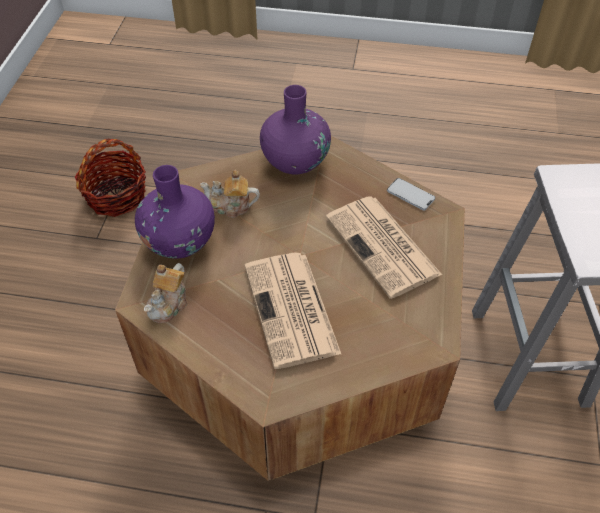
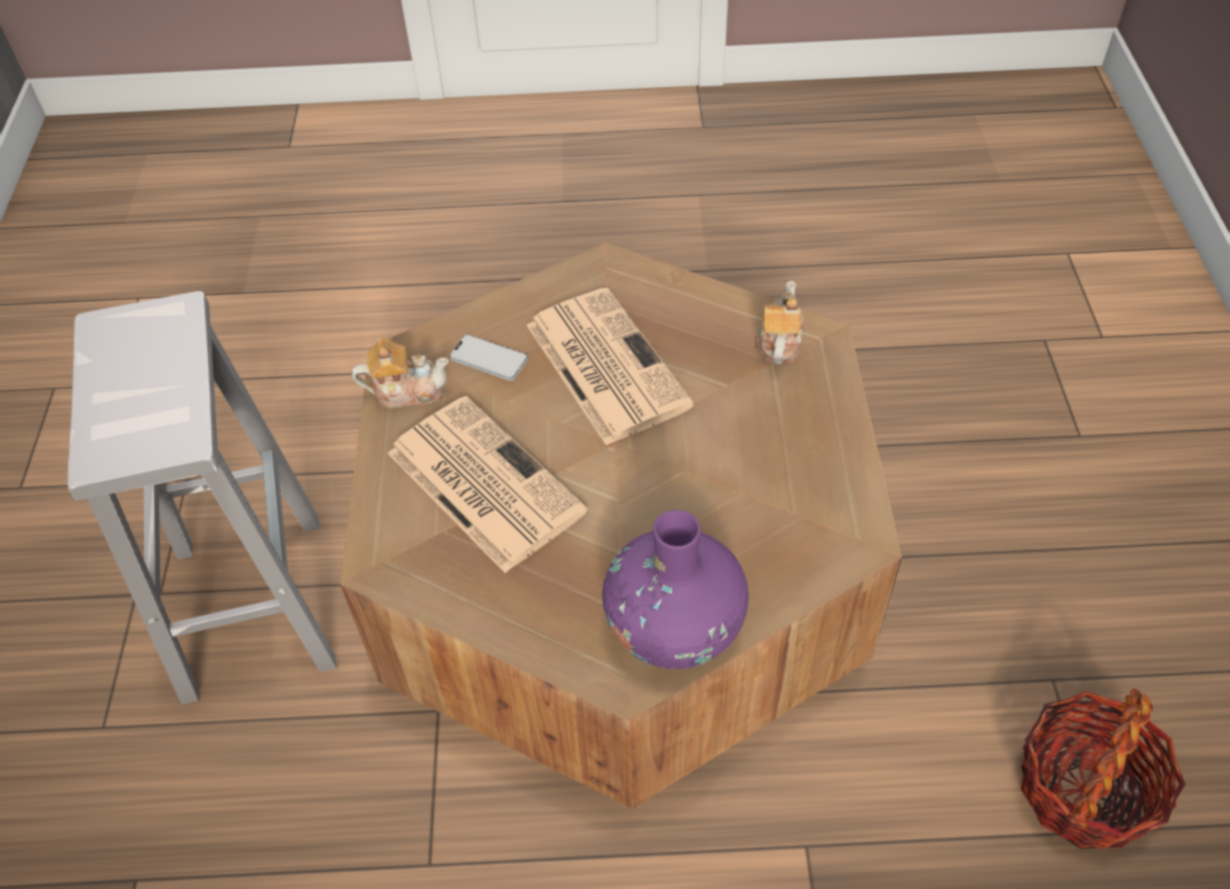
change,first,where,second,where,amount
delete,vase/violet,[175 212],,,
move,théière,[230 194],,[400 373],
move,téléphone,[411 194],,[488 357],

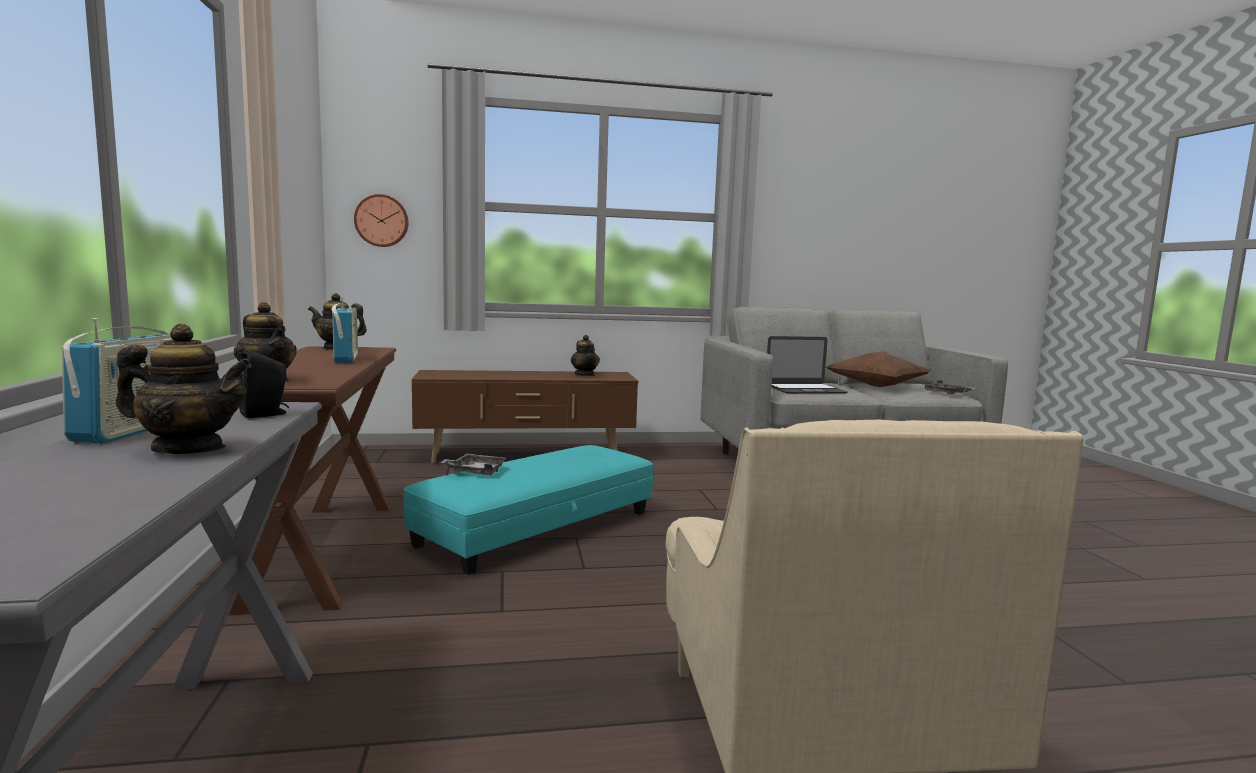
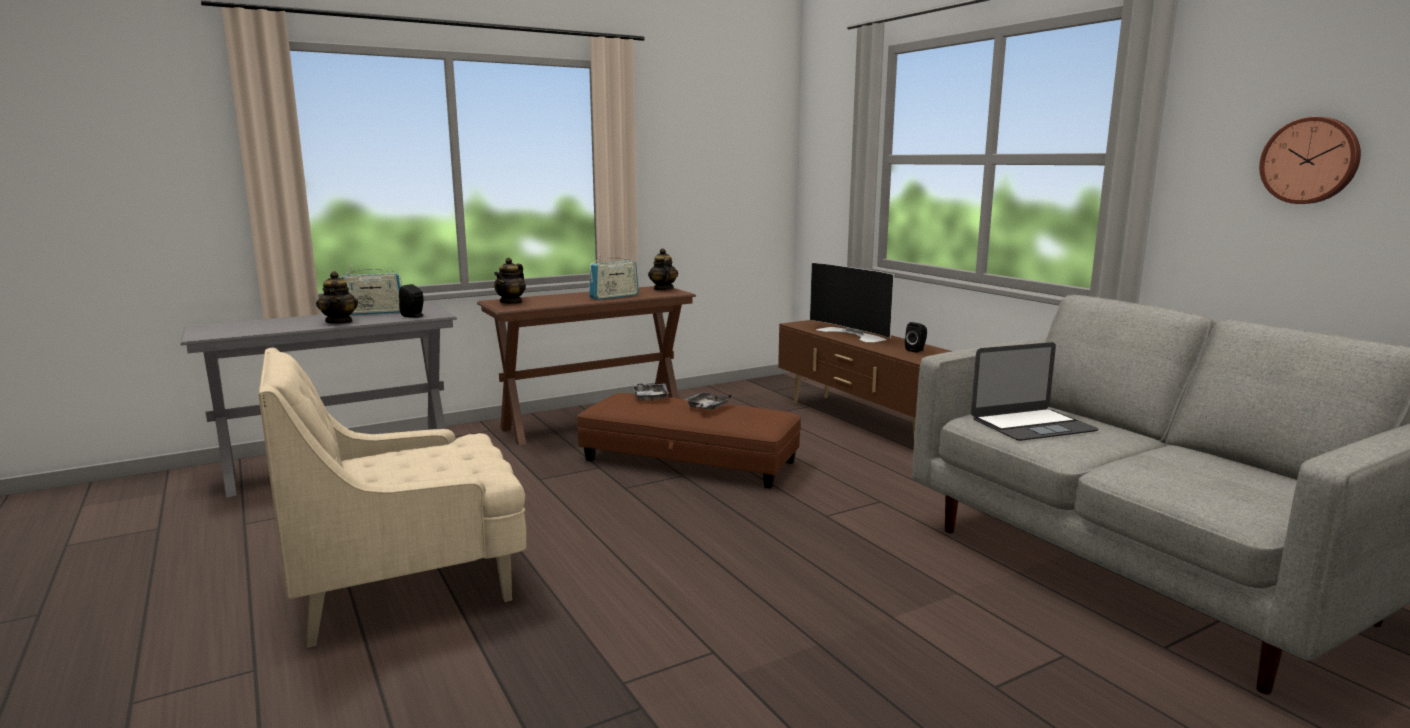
change,first,where,second,where,amount
delete,coussin/marron,[878 369],,,
insert,,,téléviseur,[852 302],
move,horloge murale,[381 220],,[1310 160],
move,plateau/gris,[949 387],,[708 401],
replace,théière,[585 355],enceinte/noir,[916 337],
recolor,pouf/turquoise,[528 510],pouf/marron,[689 441],
rotate,ordinateur portable,[807 365],,[1035 391],75 degrees counterclockwise

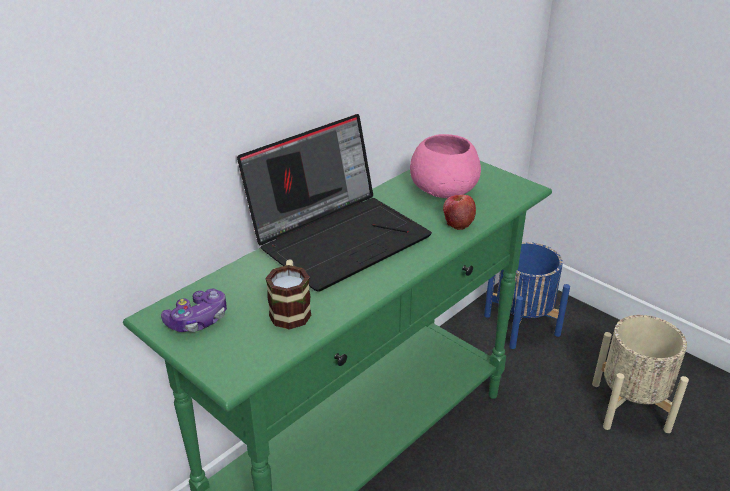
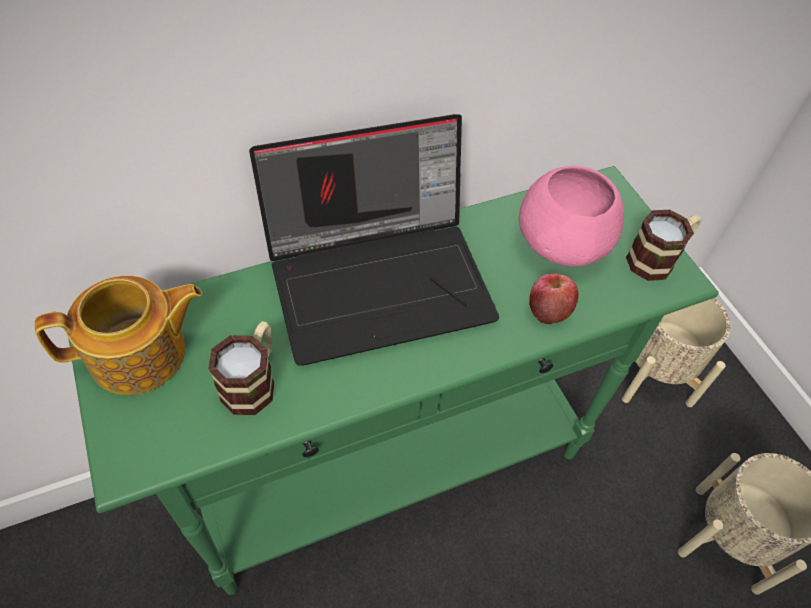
change,first,where,second,where,amount
insert,,,mug,[663 245],
replace,manette,[194 310],théière,[118 335],
recolor,cache-pot/bleu,[527 295],cache-pot/beige,[676 352],

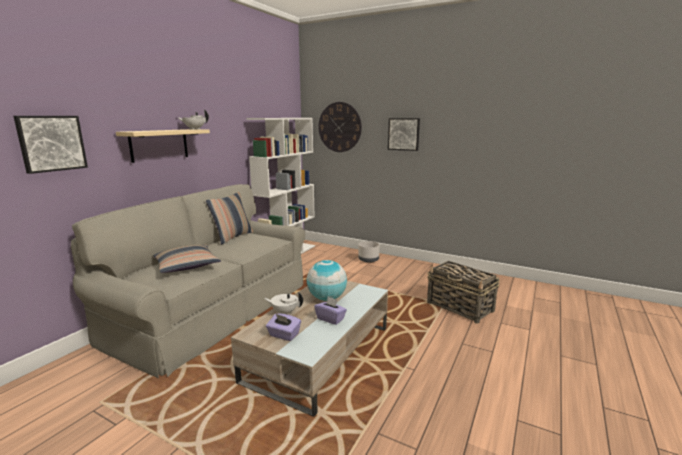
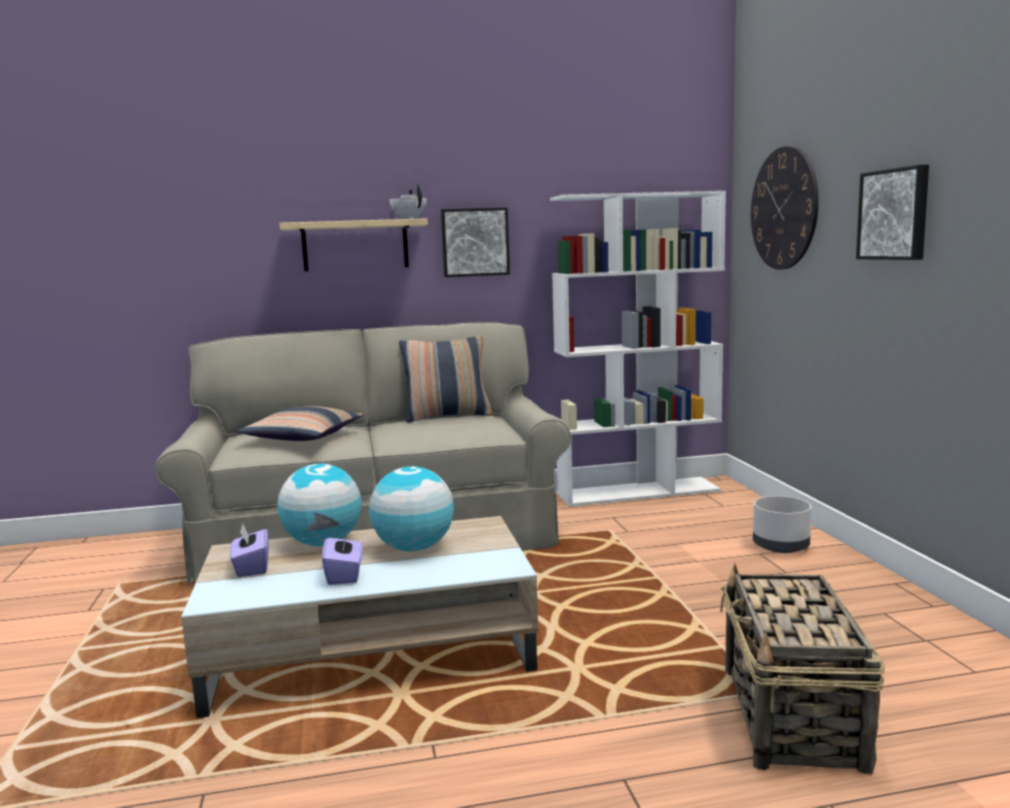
change,first,where,second,where,amount
move,tableau,[51 145],,[475 242],
replace,théière/blanc,[283 303],globe,[319 505],

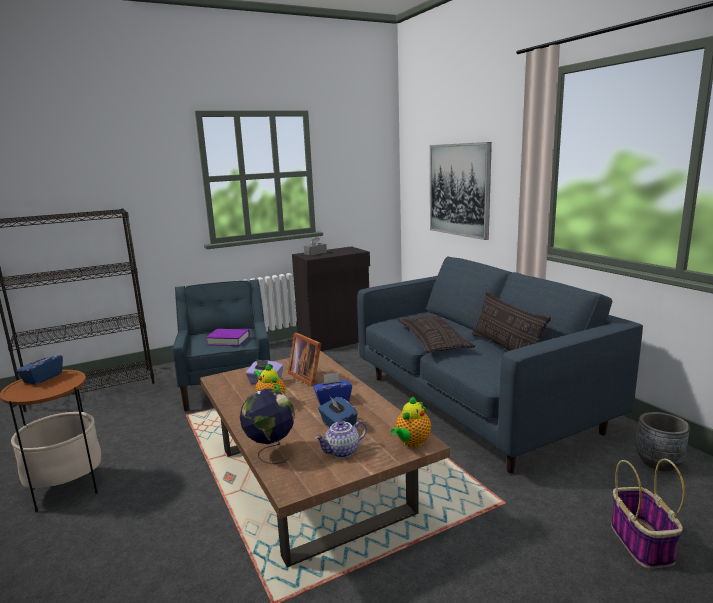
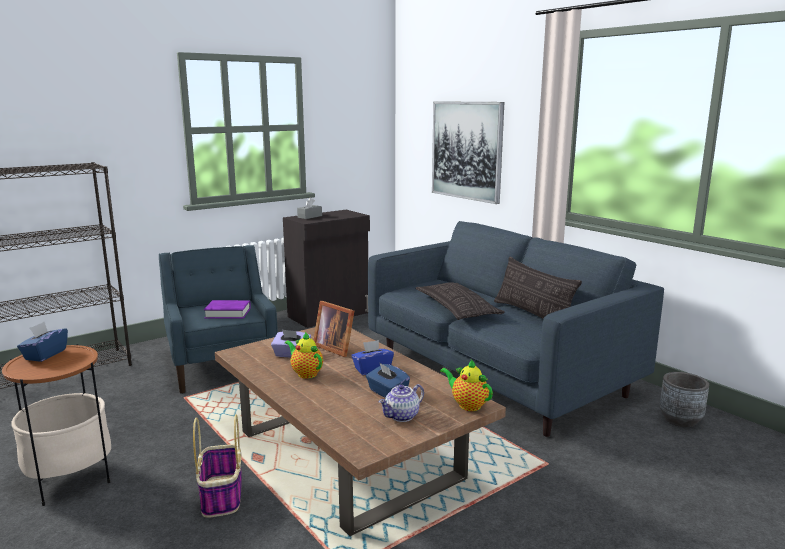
change,first,where,second,where,amount
delete,globe,[267 426],,,
move,panier,[648 514],,[217 466],
rotate,théière,[411 421],,[466 385],105 degrees clockwise

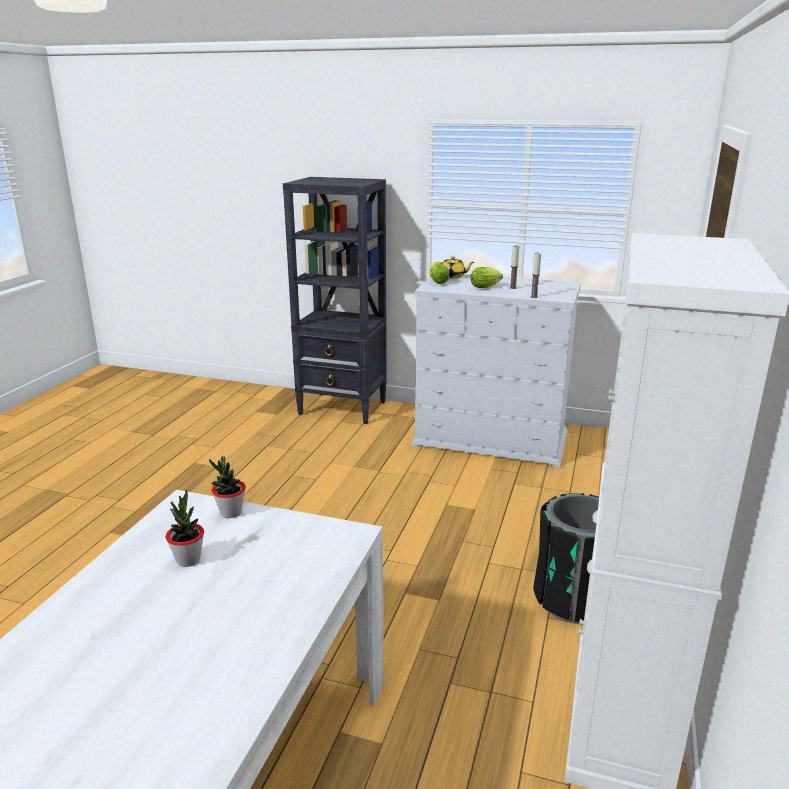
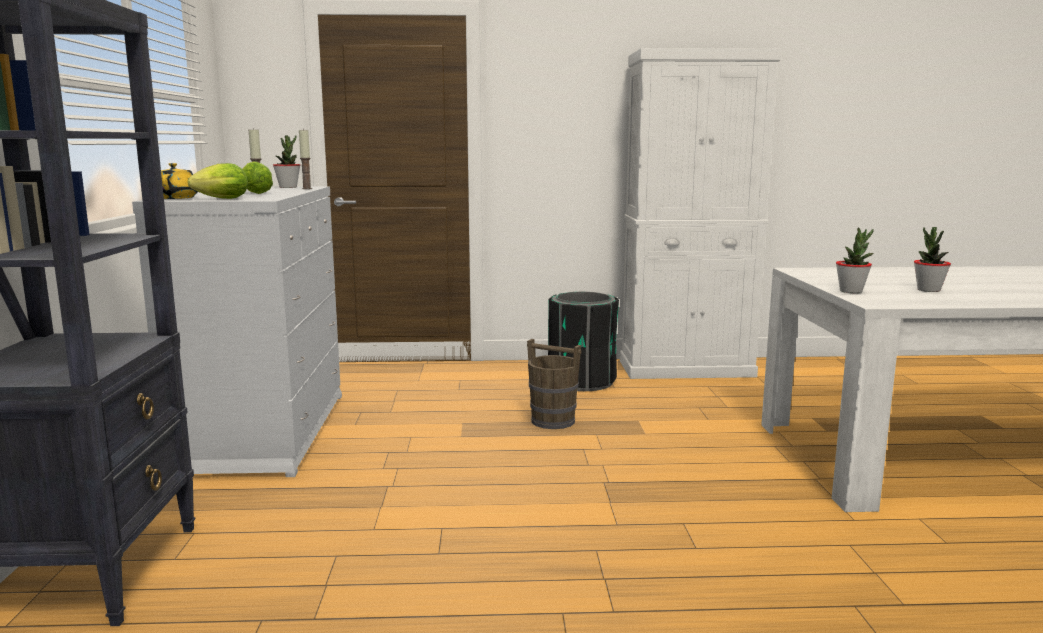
change,first,where,second,where,amount
insert,,,plante en pot,[286 161],
insert,,,seau/marron,[554 384],

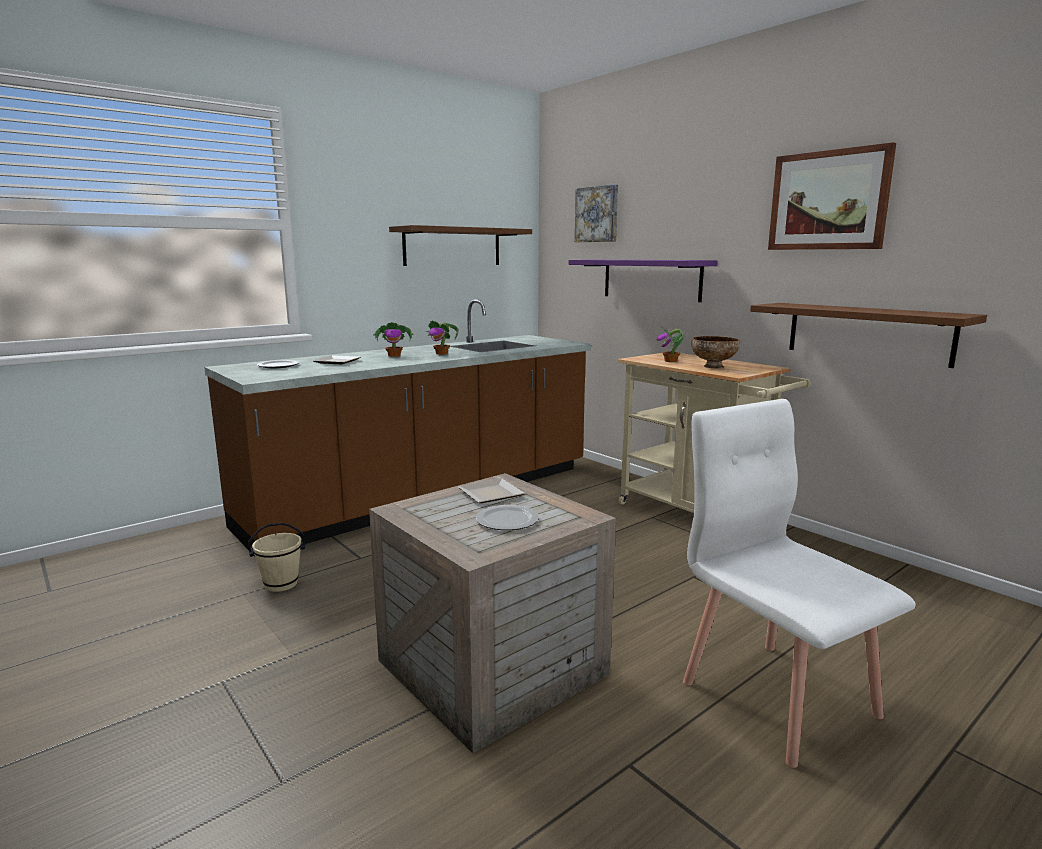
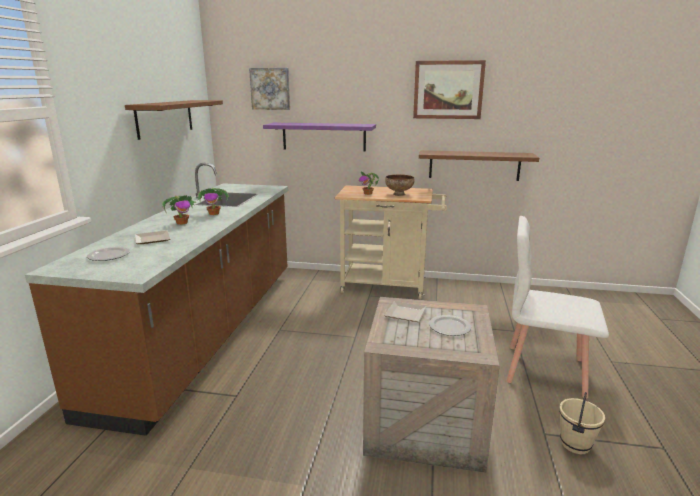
change,first,where,second,where,amount
move,seau/beige,[277 557],,[582 423],

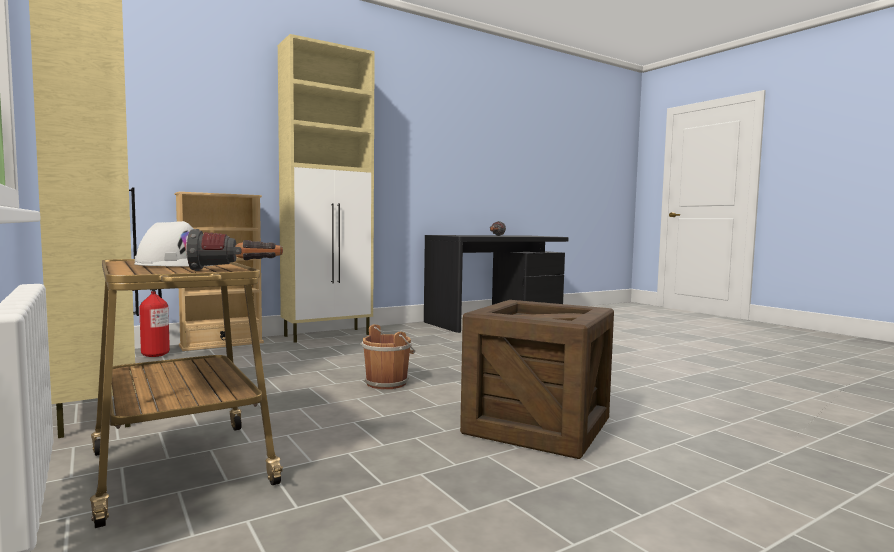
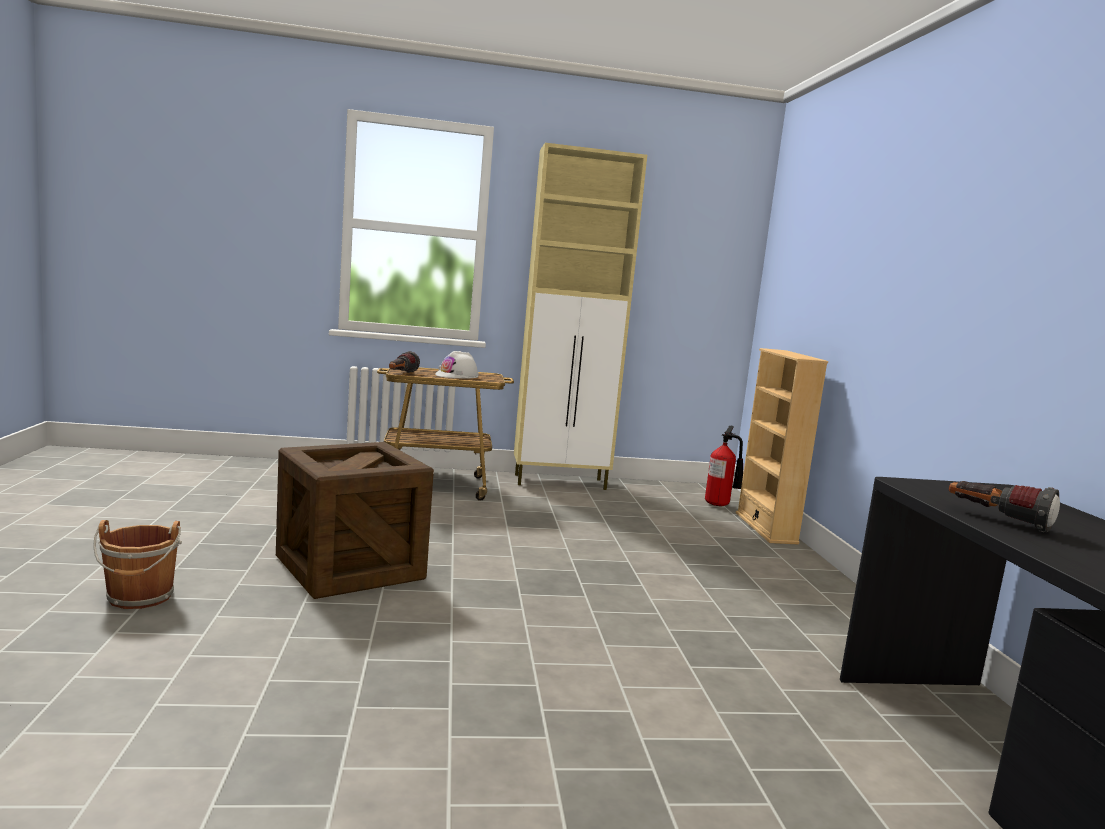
change,first,where,second,where,amount
delete,meuble de rangement/beige,[326 188],,,
move,seau/marron,[387 356],,[137 564],

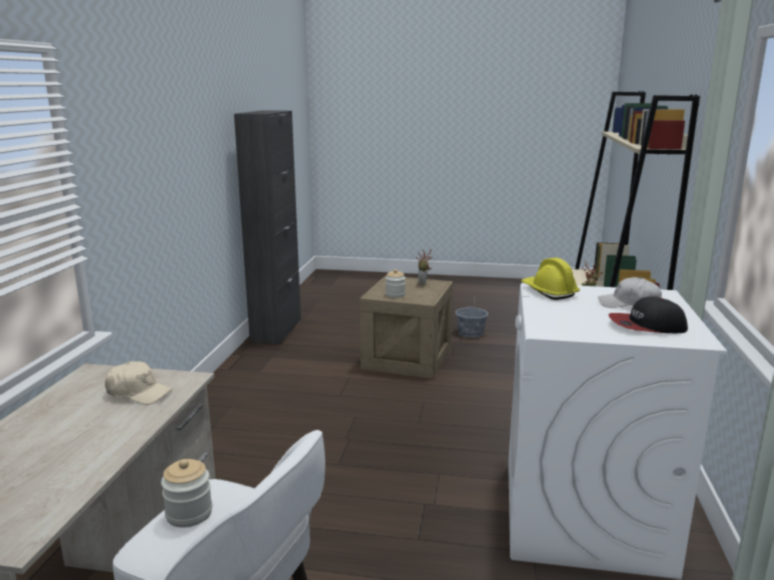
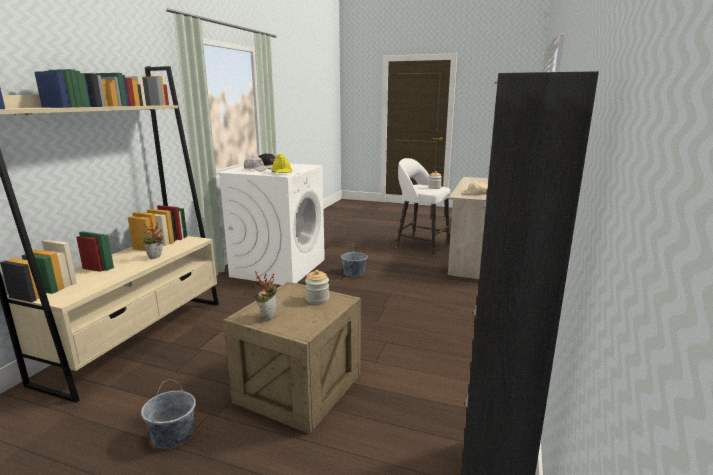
change,first,where,second,where,amount
insert,,,seau/gris,[354 260],

